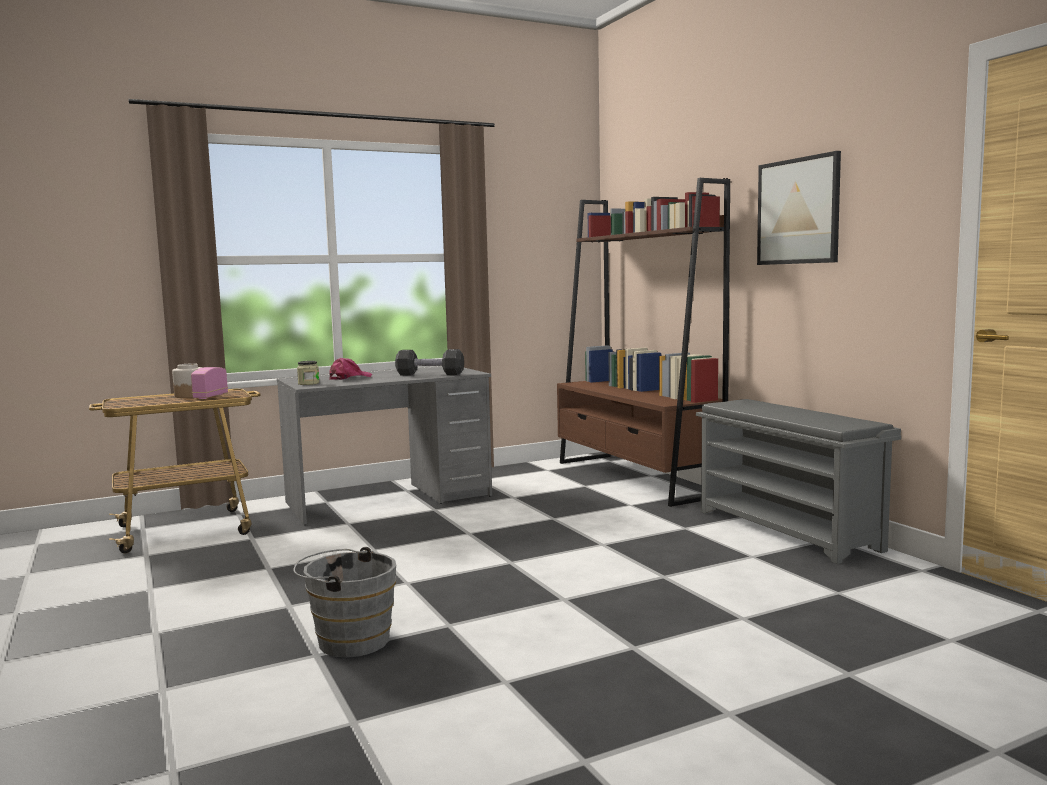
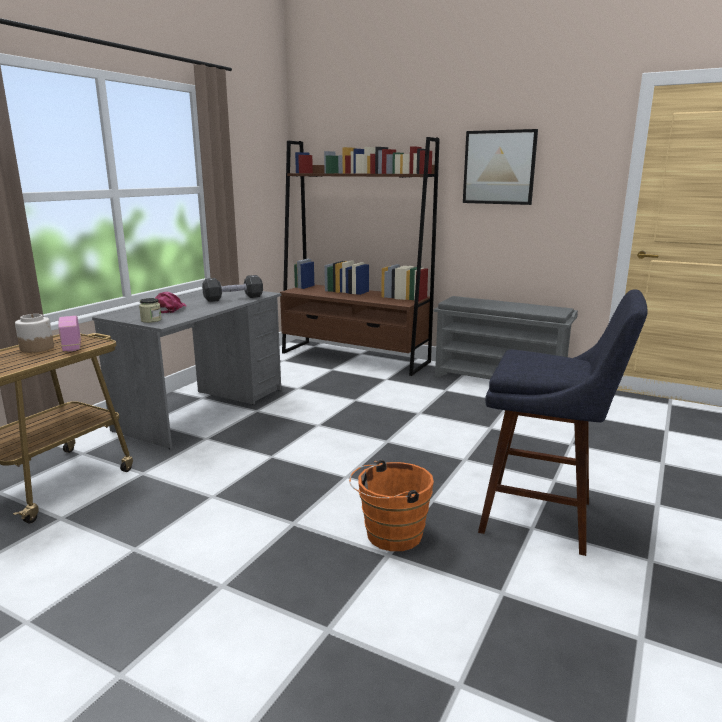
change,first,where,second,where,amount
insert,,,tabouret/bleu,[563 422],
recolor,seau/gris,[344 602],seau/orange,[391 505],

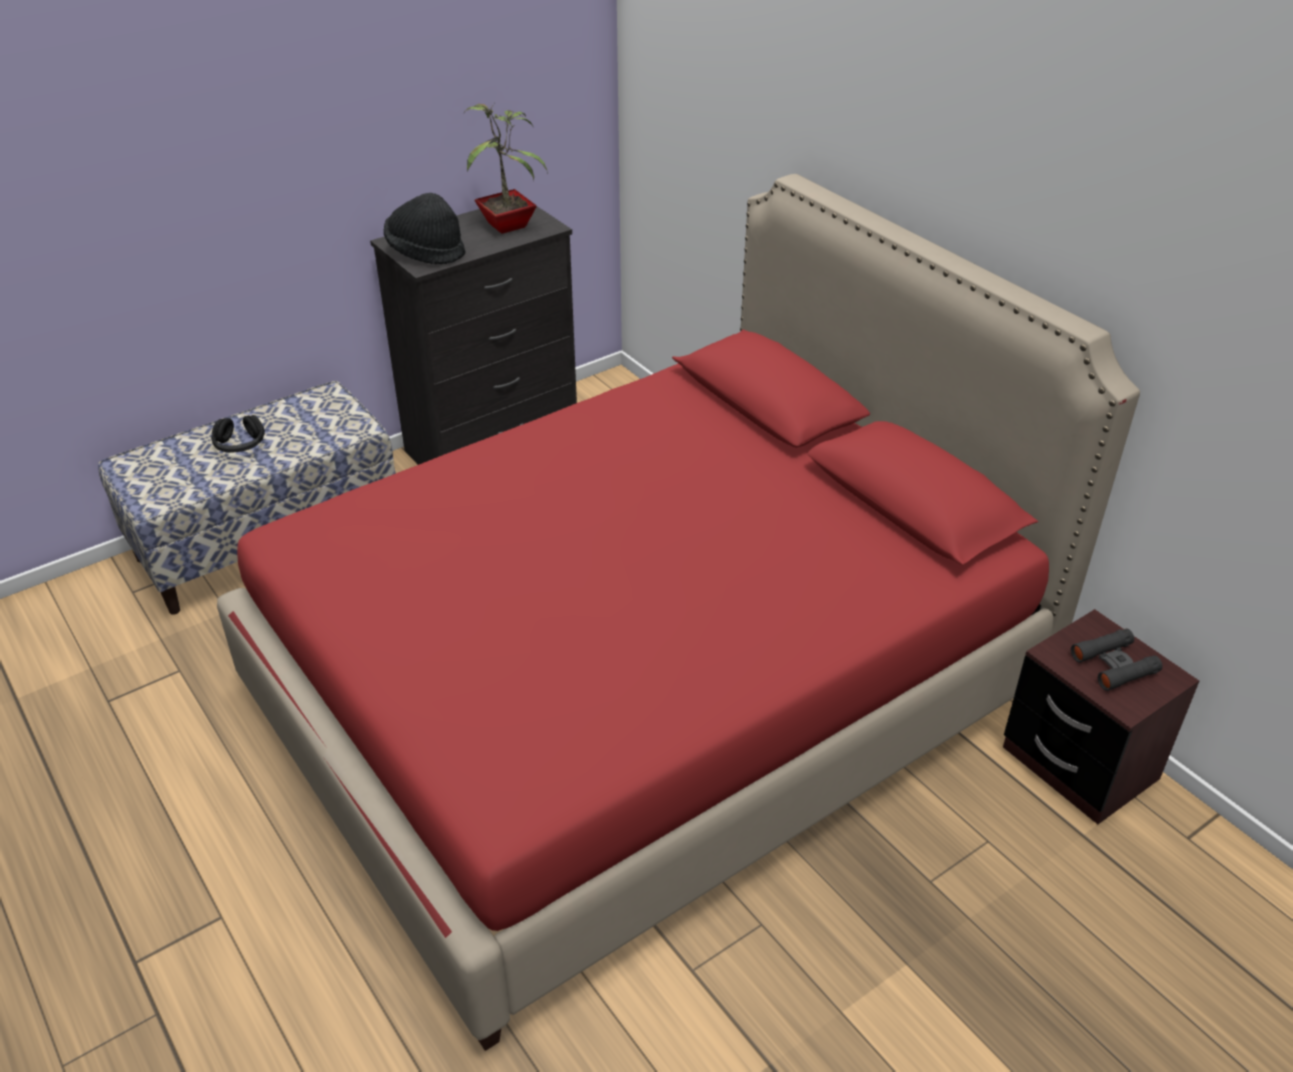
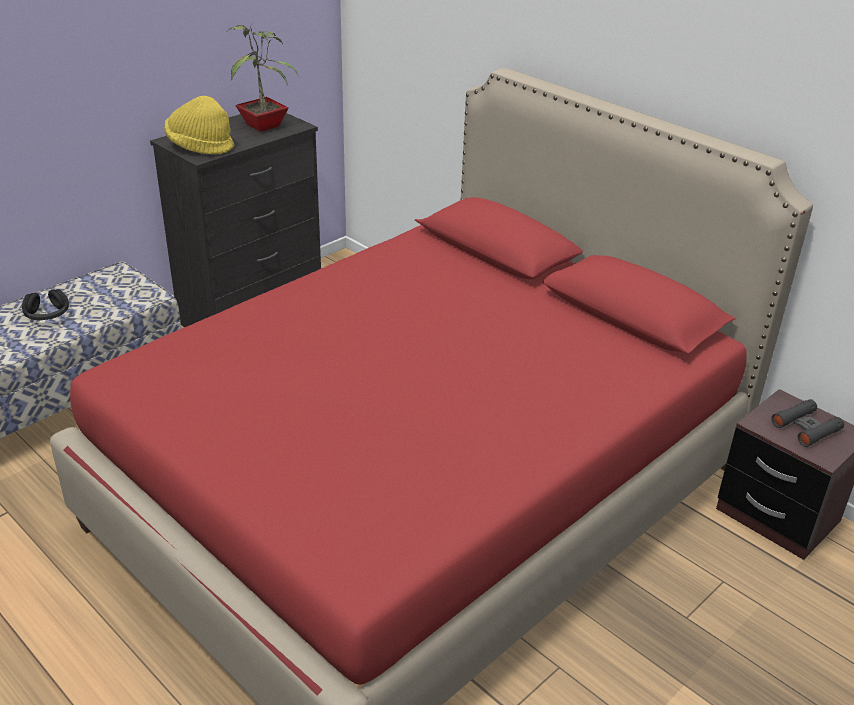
change,first,where,second,where,amount
recolor,chapeau/noir,[425 228],chapeau/jaune,[199 125],

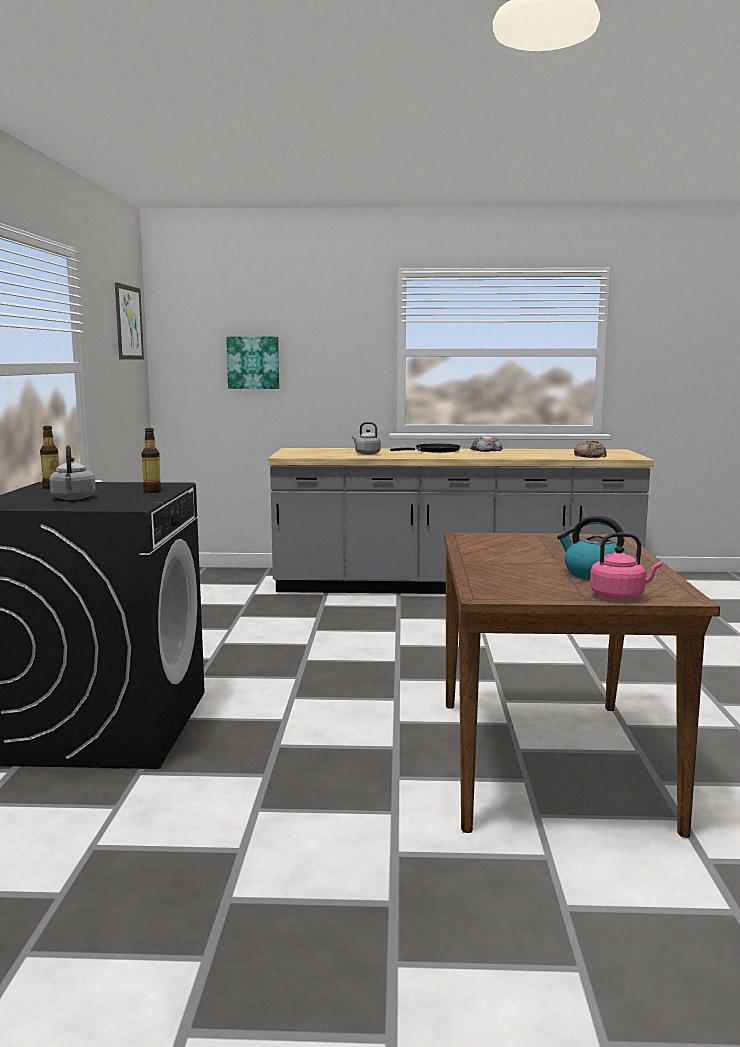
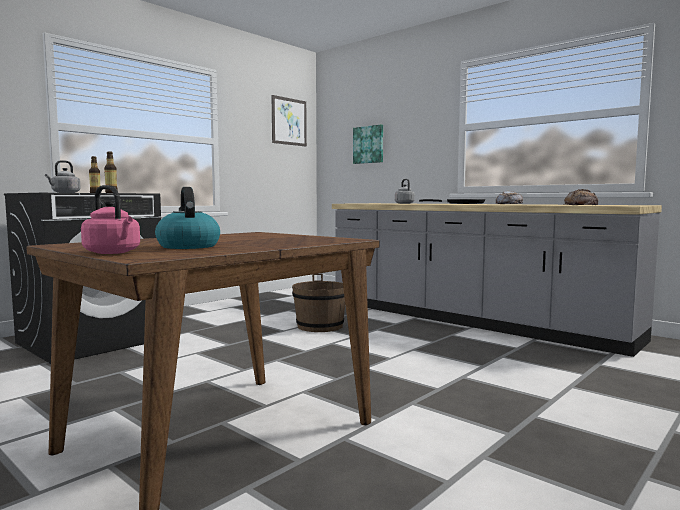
change,first,where,second,where,amount
insert,,,seau/marron,[318 303],

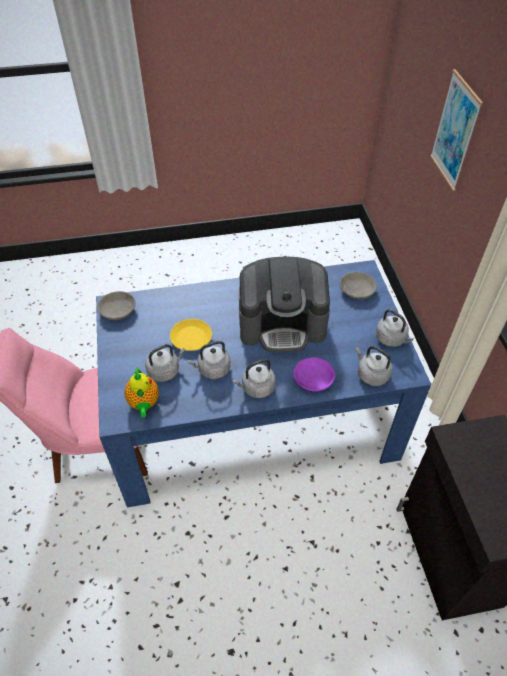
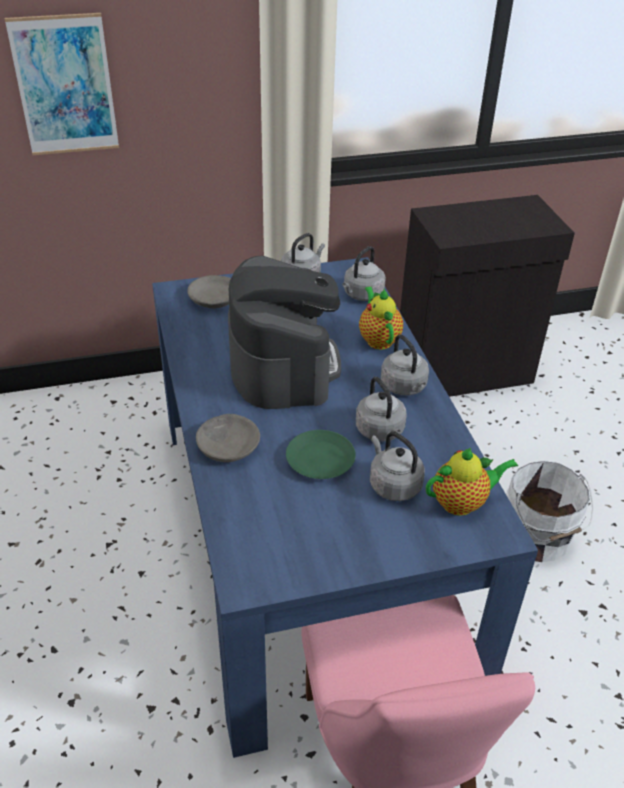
change,first,where,second,where,amount
insert,,,seau/blanc,[549 511],
move,bol/gris,[116 305],,[228 438],
replace,bol/violet,[314 374],théière,[381 318],
recolor,assiette/jaune,[191 335],assiette/vert,[321 454],

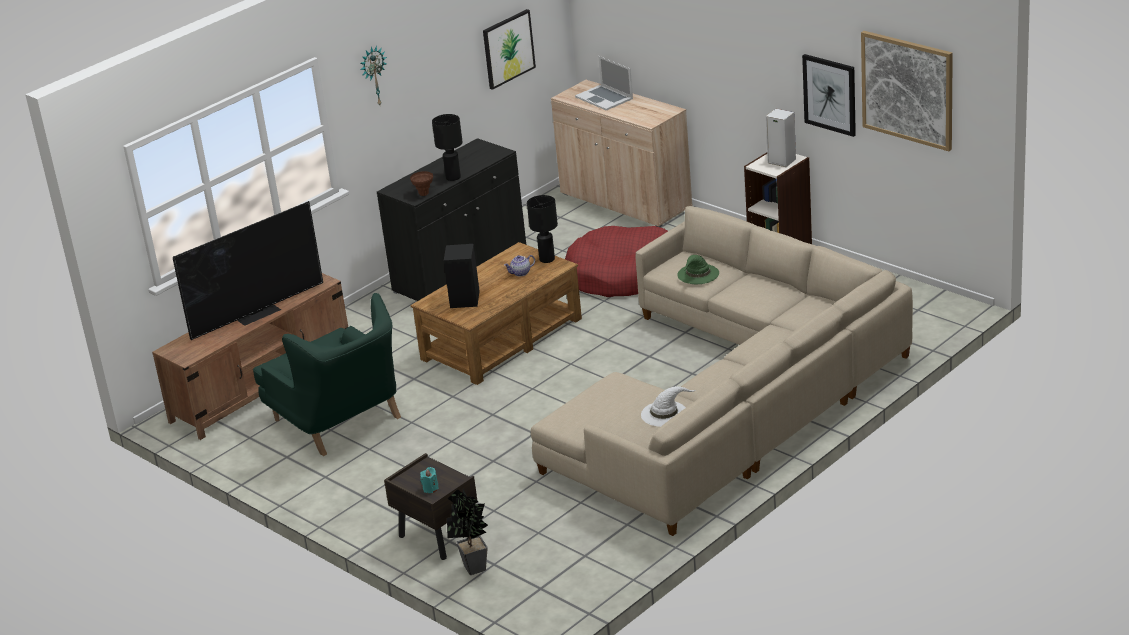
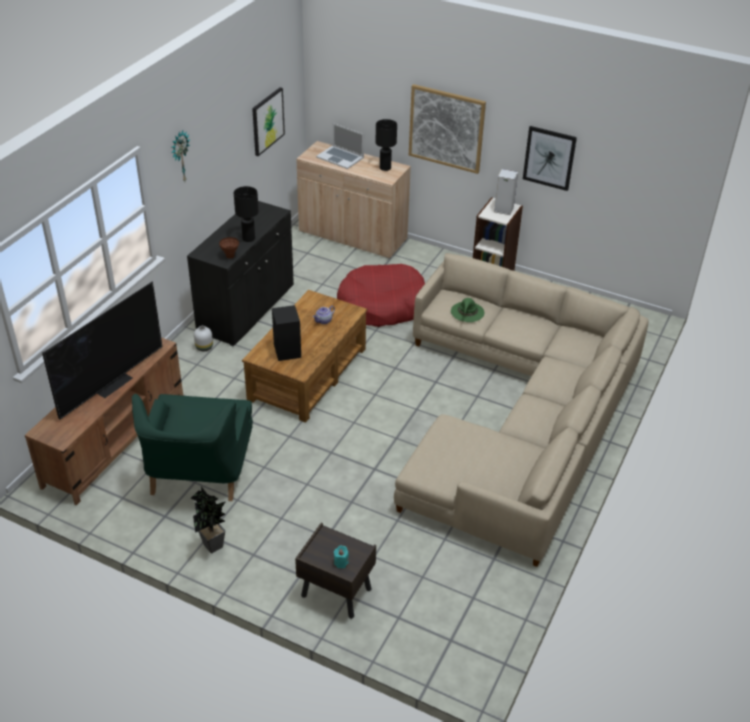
change,first,where,second,where,amount
delete,chapeau/blanc,[668 406],,,
insert,,,vase/blanc,[203 338],
move,plante en pot,[467 532],,[208 520],
move,lampe de table/noir,[542 229],,[386 145],
move,tableau,[907 91],,[447 129],
rotate,fauteuil/vert,[327 374],,[192 447],60 degrees clockwise

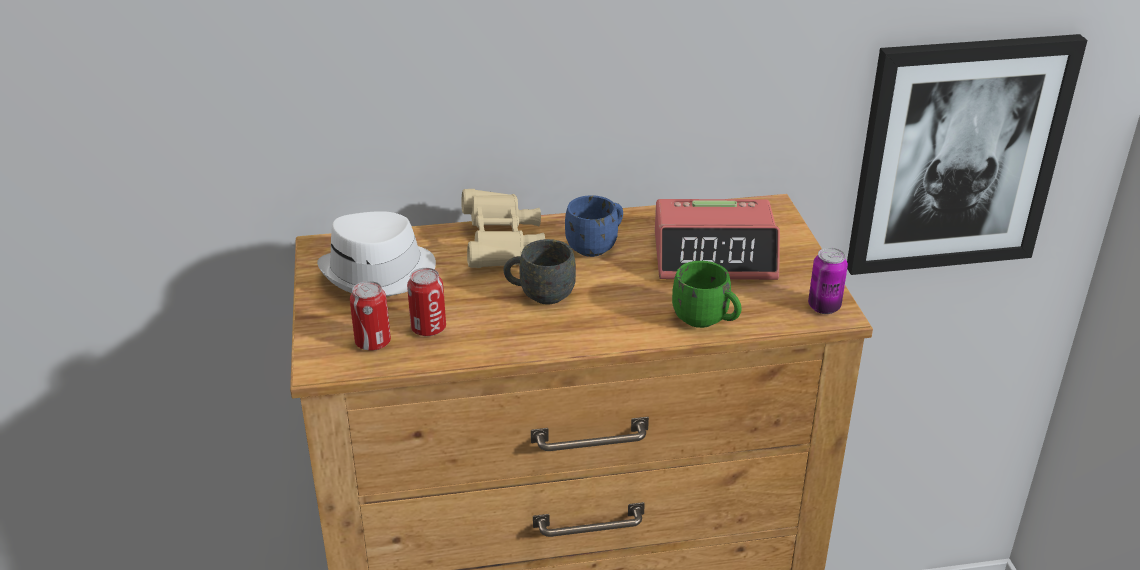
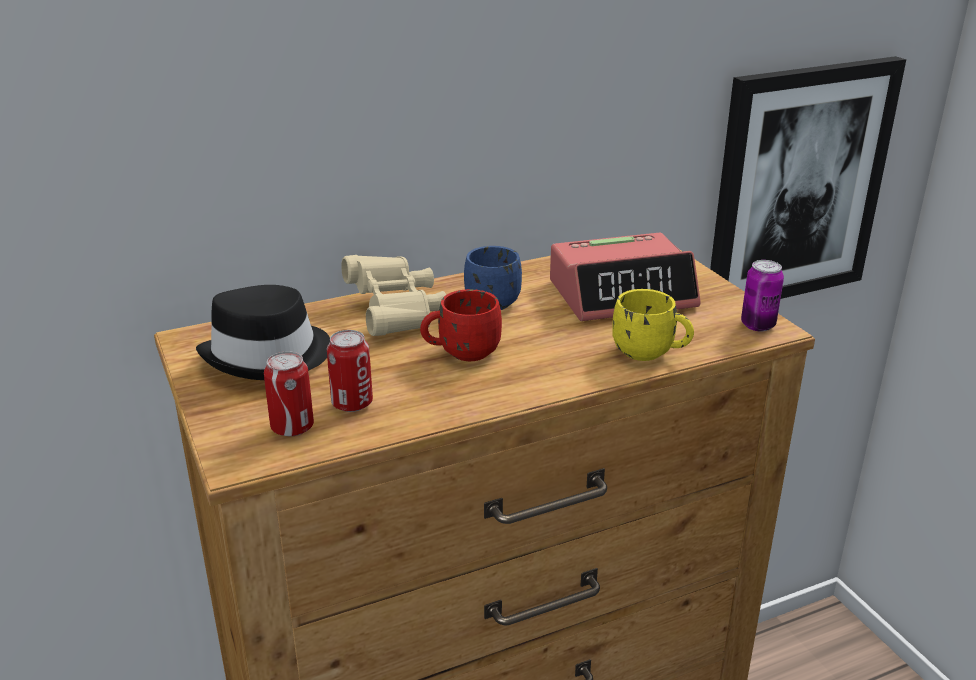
change,first,where,second,where,amount
recolor,chapeau/blanc,[376 254],chapeau/noir,[263 332],
recolor,mug/gris,[539 271],mug/rouge,[461 325],
recolor,mug/vert,[707 294],mug/jaune,[653 325],

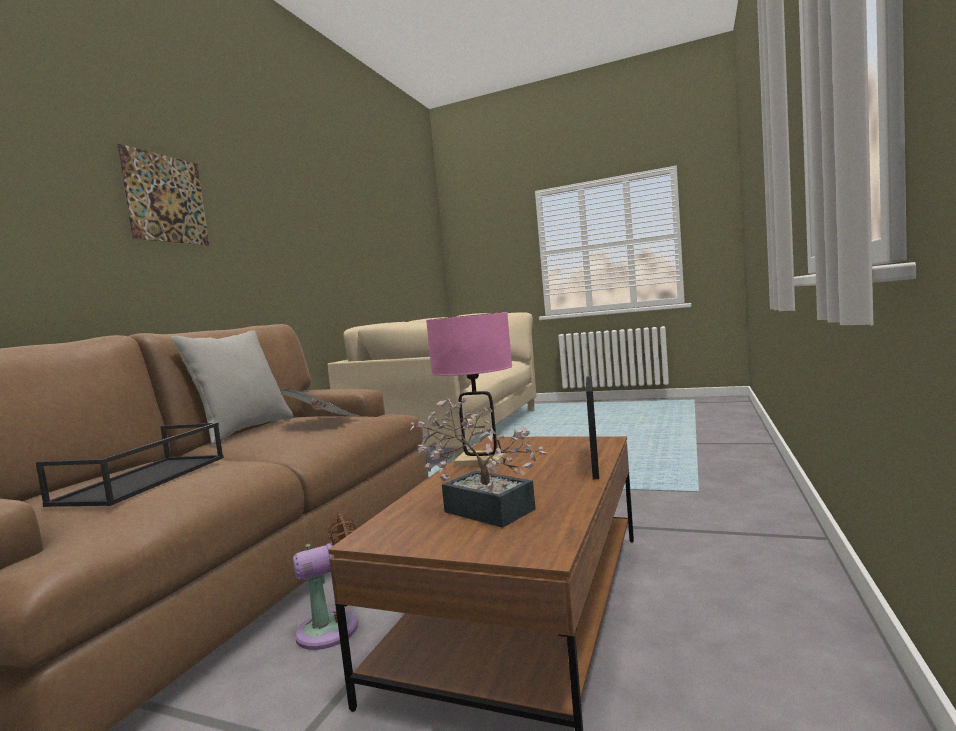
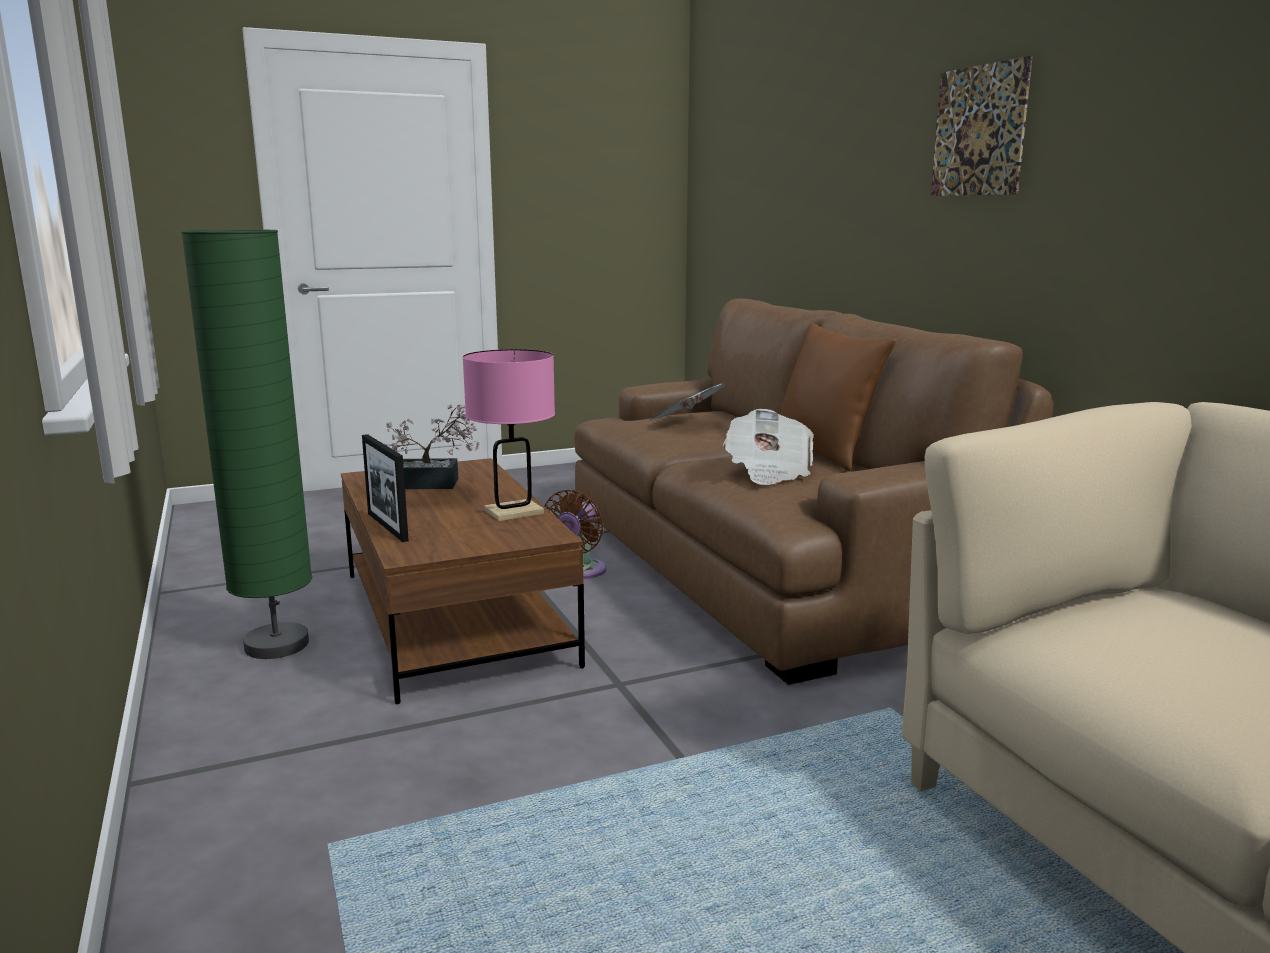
change,first,where,second,where,amount
insert,,,lampadaire/vert,[246 444],
replace,plateau/noir,[130 465],journal,[688 401],
recolor,coussin/gris,[232 387],coussin/marron,[838 396],

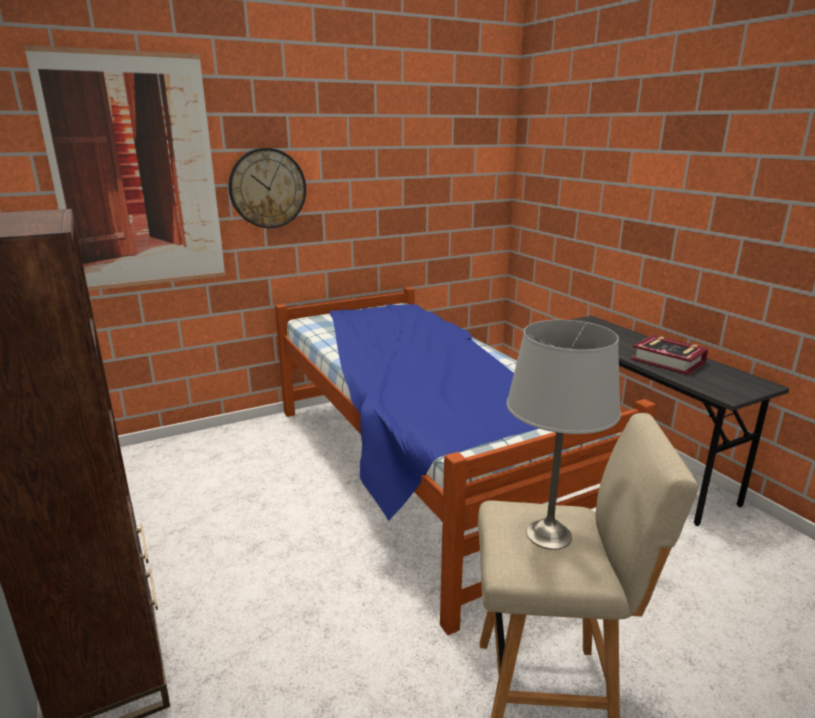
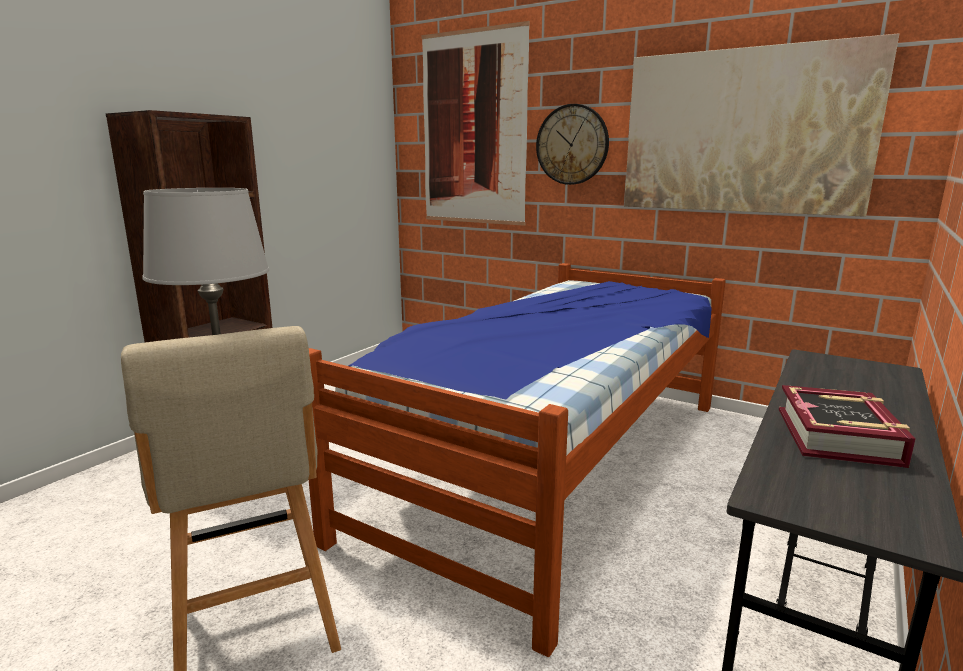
change,first,where,second,where,amount
insert,,,tableau,[761 125],

